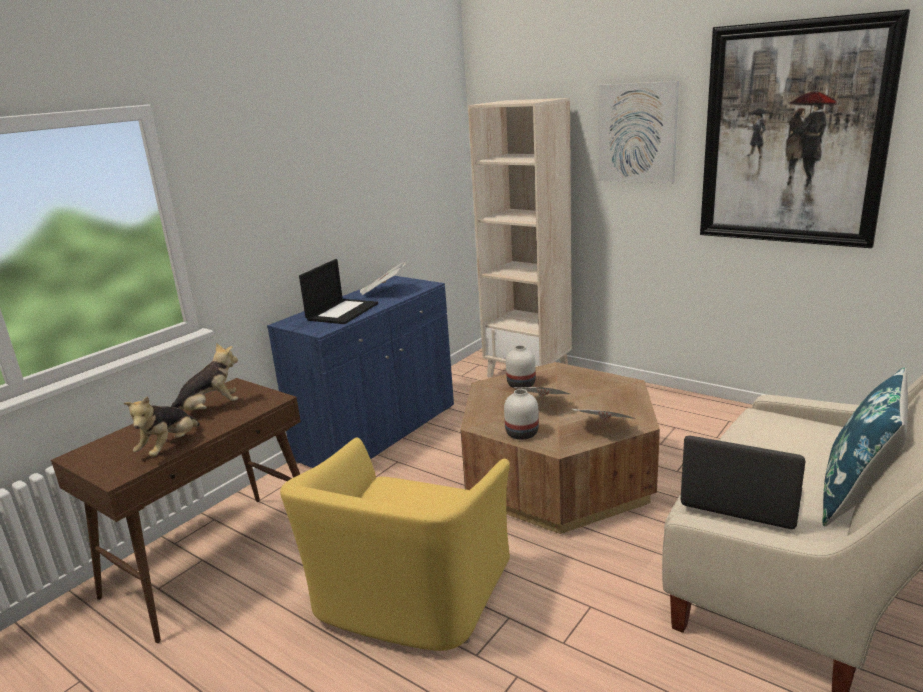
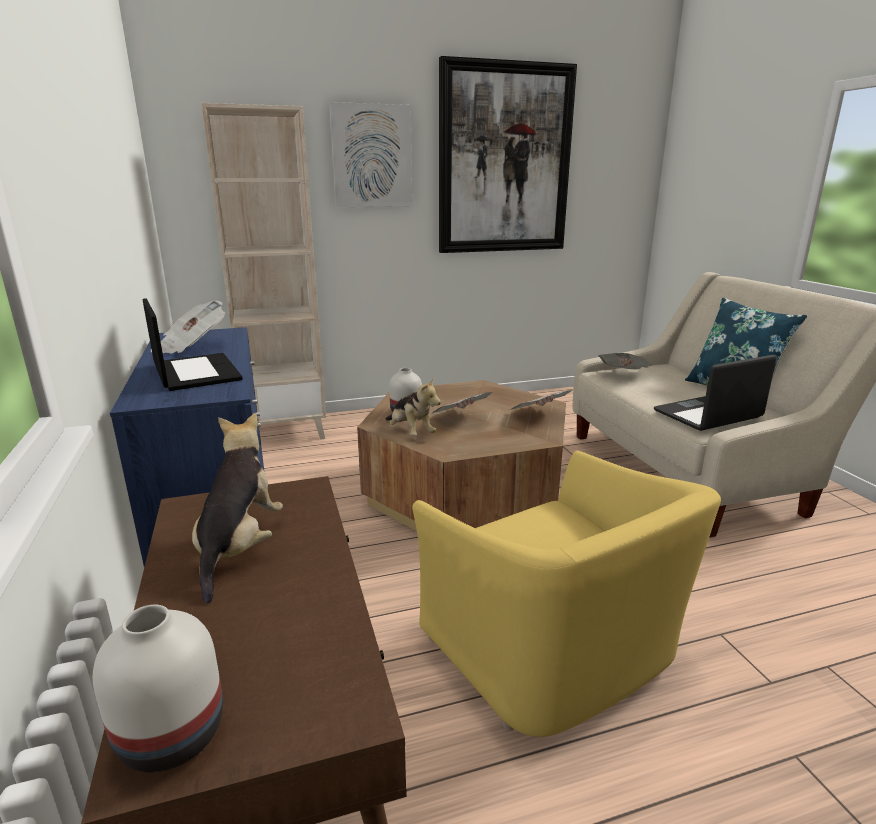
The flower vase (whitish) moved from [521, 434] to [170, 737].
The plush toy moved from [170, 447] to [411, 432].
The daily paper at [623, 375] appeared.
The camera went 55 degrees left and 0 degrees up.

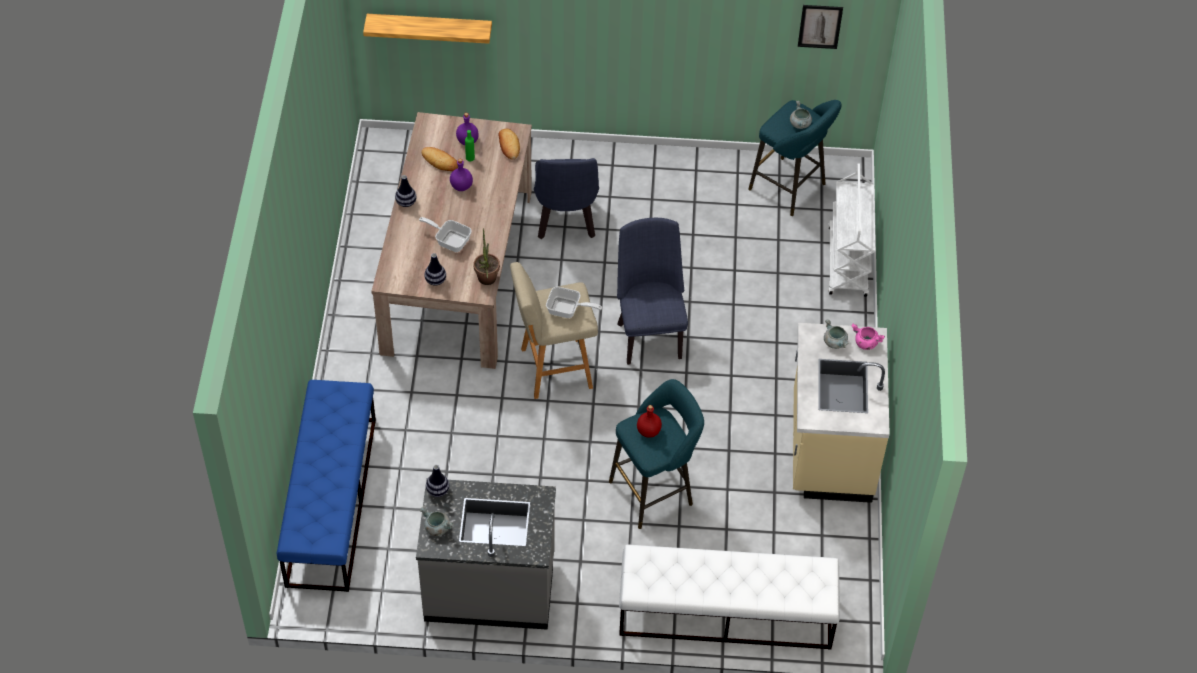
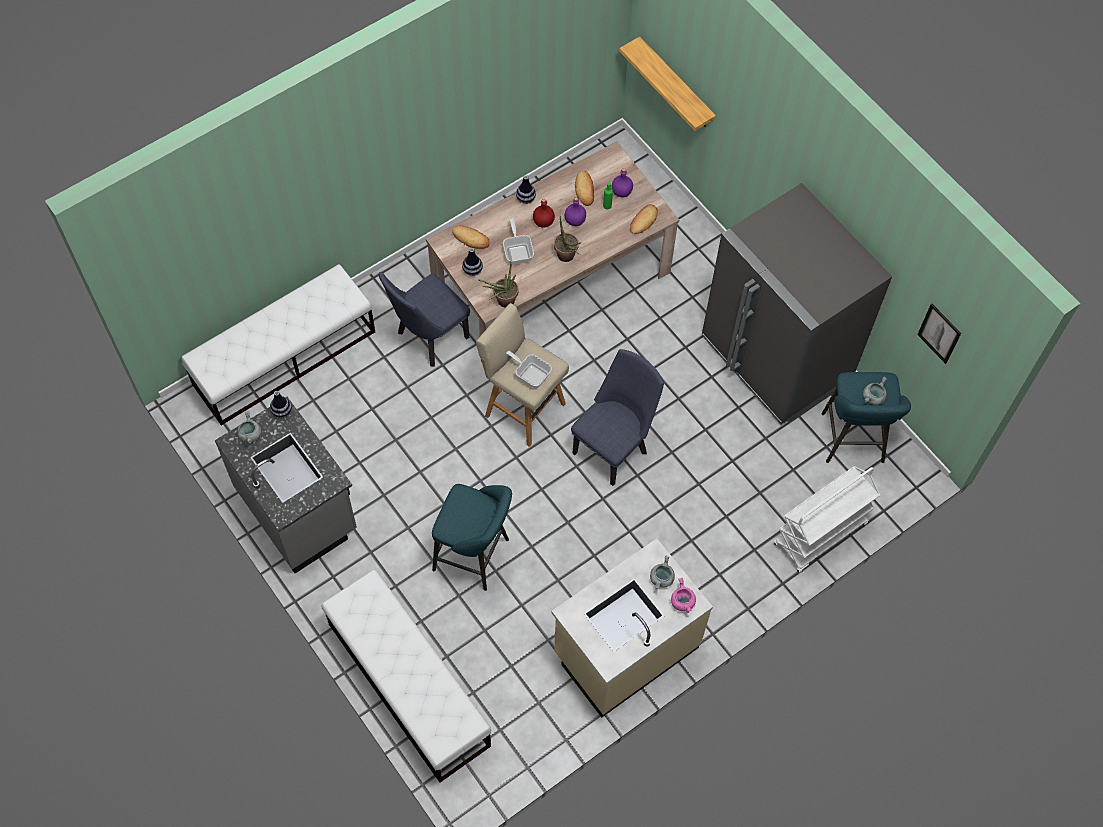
The long seat (bluish) at [331, 500] became the long seat (whitish) at [285, 358].
The chair (bluish) moved from [566, 223] to [428, 339].
The bread at [471, 238] appeared.
The pan at [567, 310] turned 150 degrees clockwise.
The bottle (red) moved from [648, 431] to [543, 222].
The houseplant at [567, 258] appeared.
The refrigerator (grey) at [776, 359] appeared.
The camera went 50 degrees right and 10 degrees up.

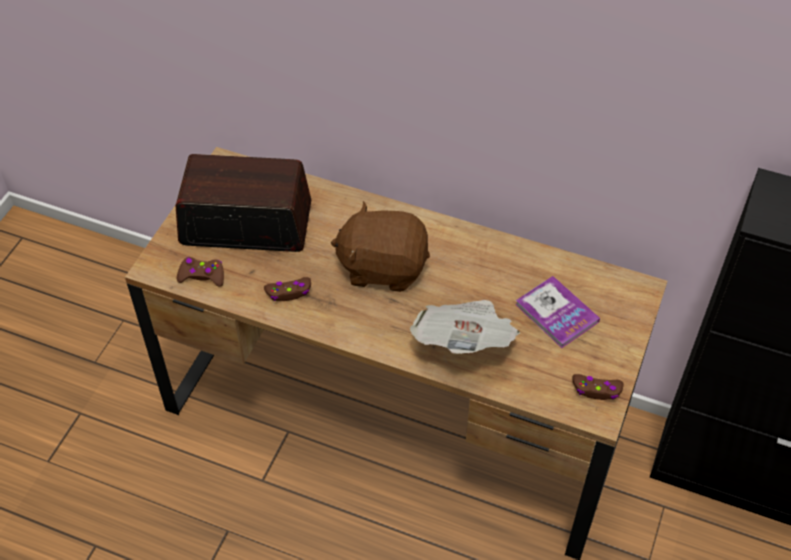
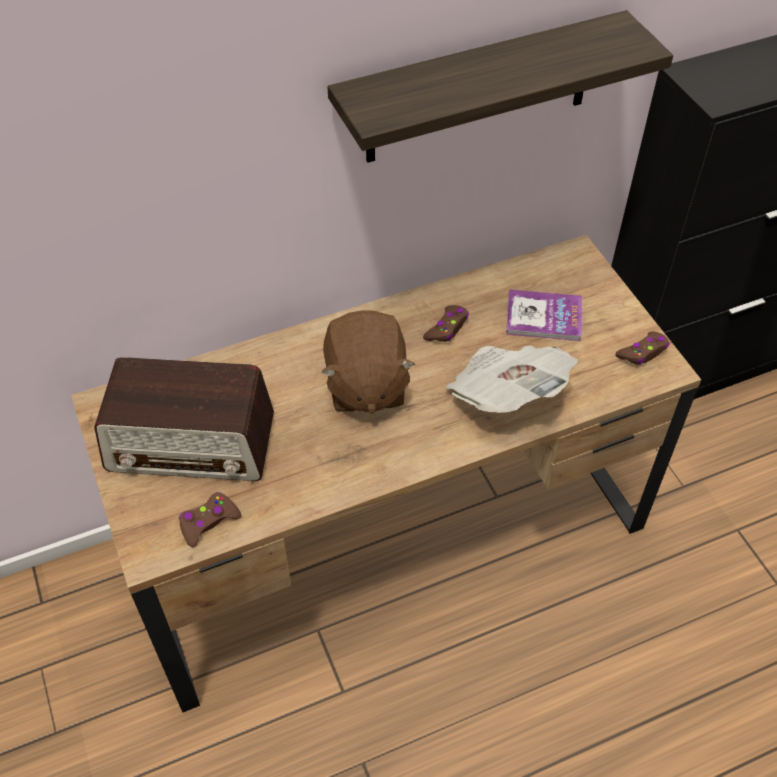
The radio at [245, 224] turned 135 degrees counterclockwise.
The plush toy (brown-coloured) at [383, 267] turned 60 degrees counterclockwise.
The bracket shelf at [479, 89] appeared.
The joypad (brown-coloured) moved from [289, 292] to [447, 328].
The camera went 45 degrees left and 0 degrees up.

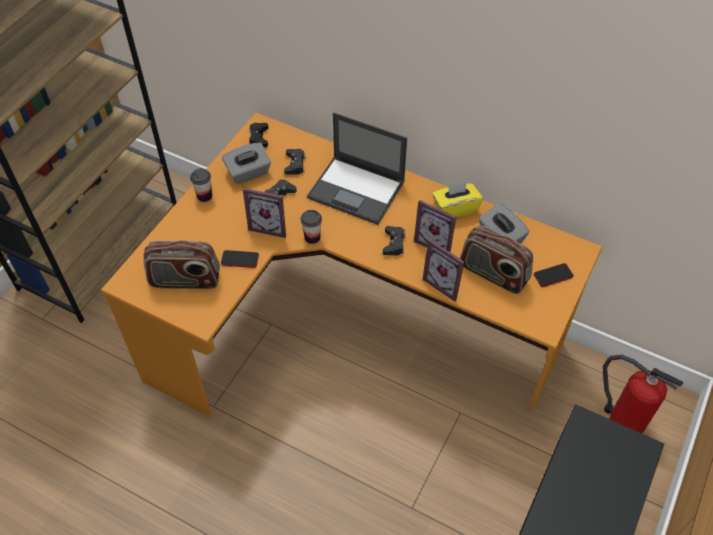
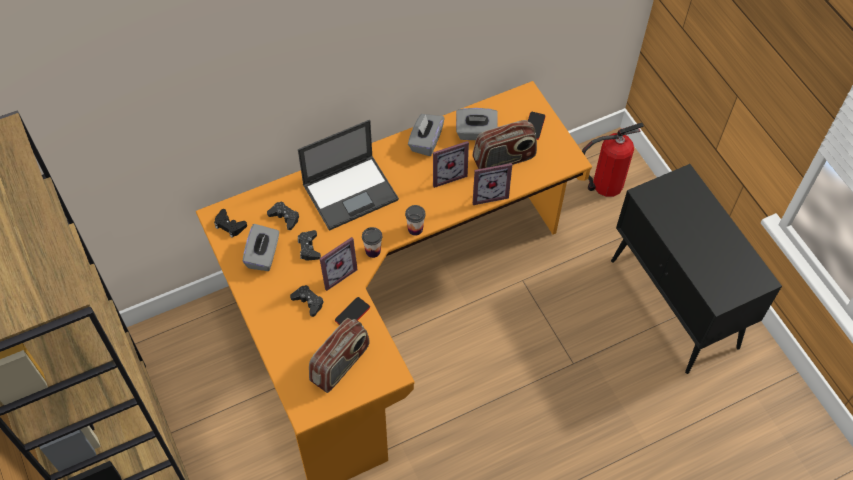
The joypad (blackish) moved from [394, 243] to [308, 302].
The small cup moved from [204, 196] to [415, 229].
The tissue box (yellow) at [455, 209] became the tissue box (grey) at [425, 142].
The camera went 55 degrees left and 5 degrees up.

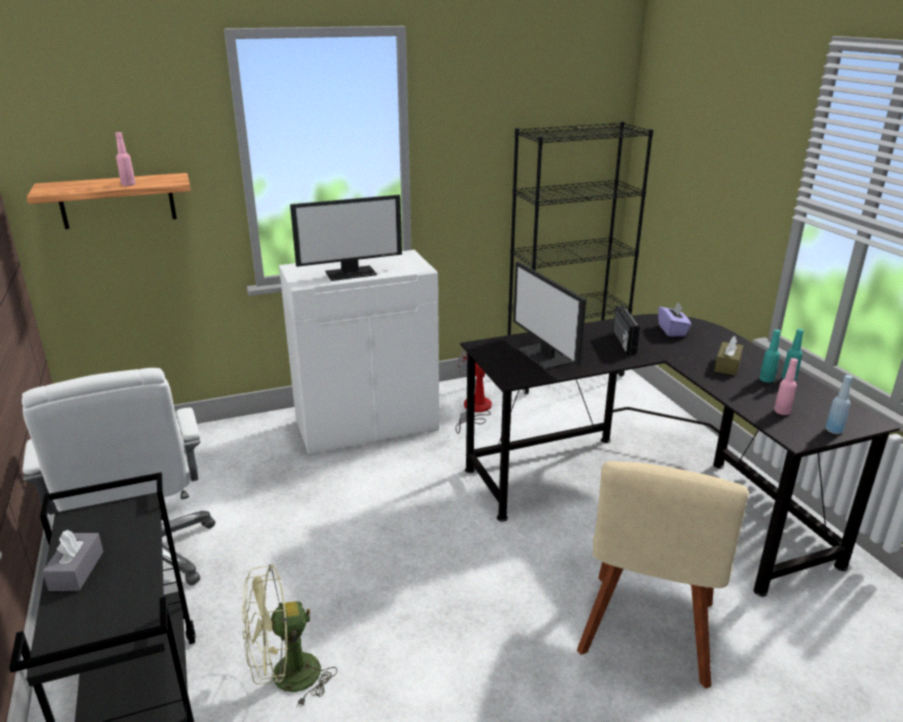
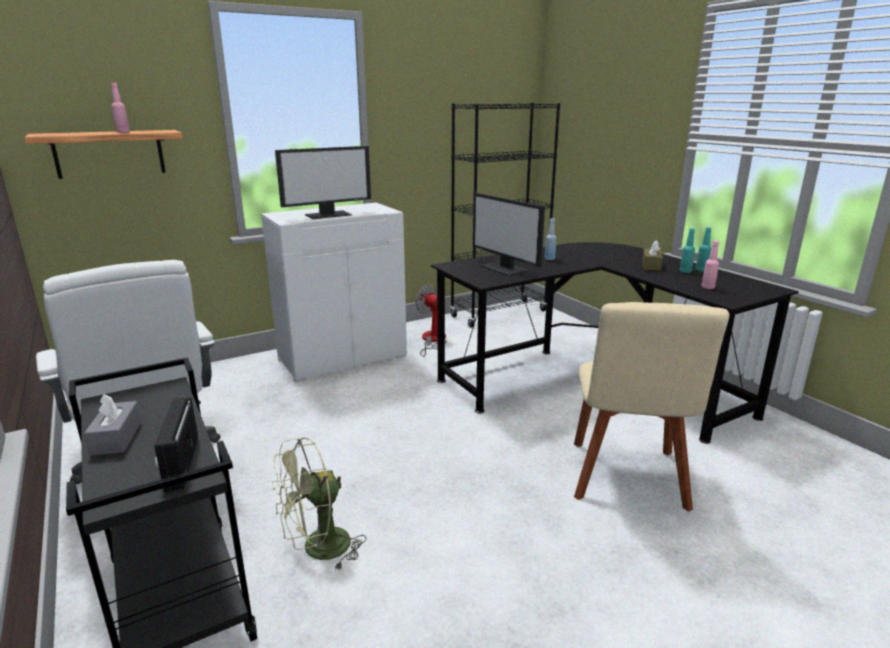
The radio moved from [623, 342] to [180, 463].
The bottle (bluish) moved from [833, 430] to [549, 259].
The tissue box (purplish) at [672, 330] disappeared.
The camera went 10 degrees left and 5 degrees down.

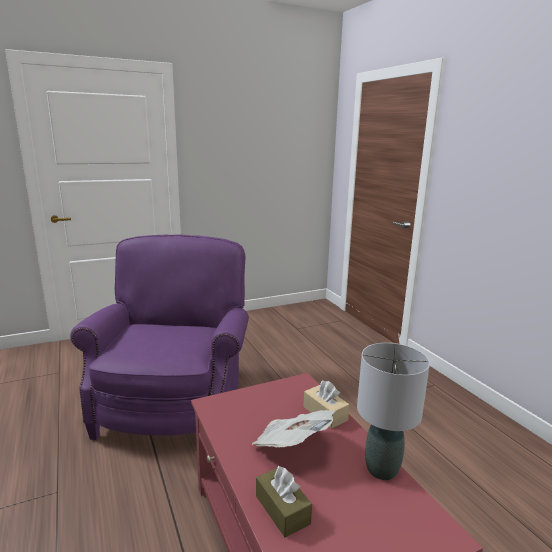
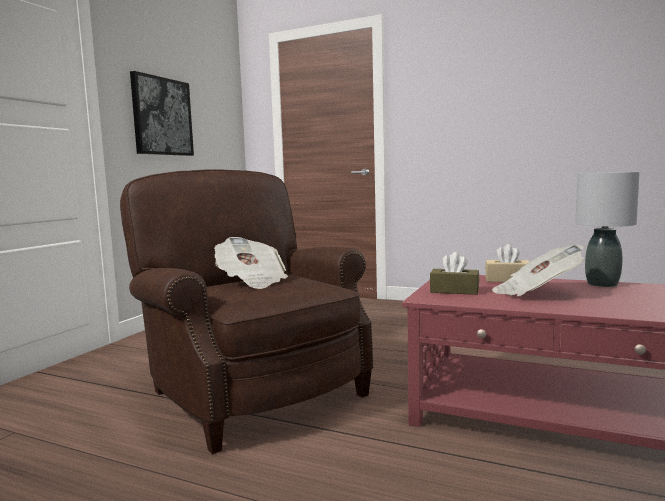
The easy chair (purplish) at [175, 401] became the easy chair (brown-coloured) at [251, 390].
The picture at [162, 116] appeared.
The daily paper at [252, 281] appeared.
The tissue box (brown-coloured) moved from [282, 509] to [454, 291].
The camera went 40 degrees left and 10 degrees down.

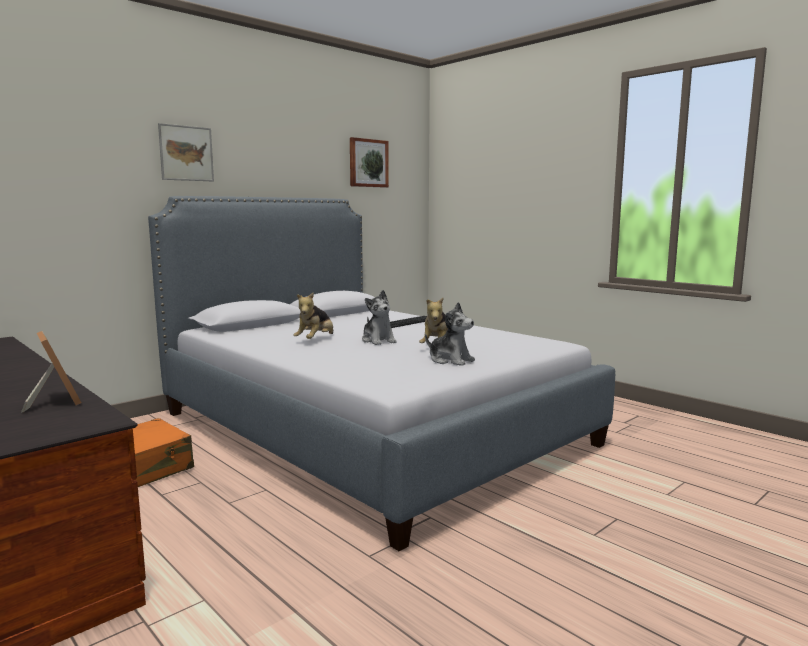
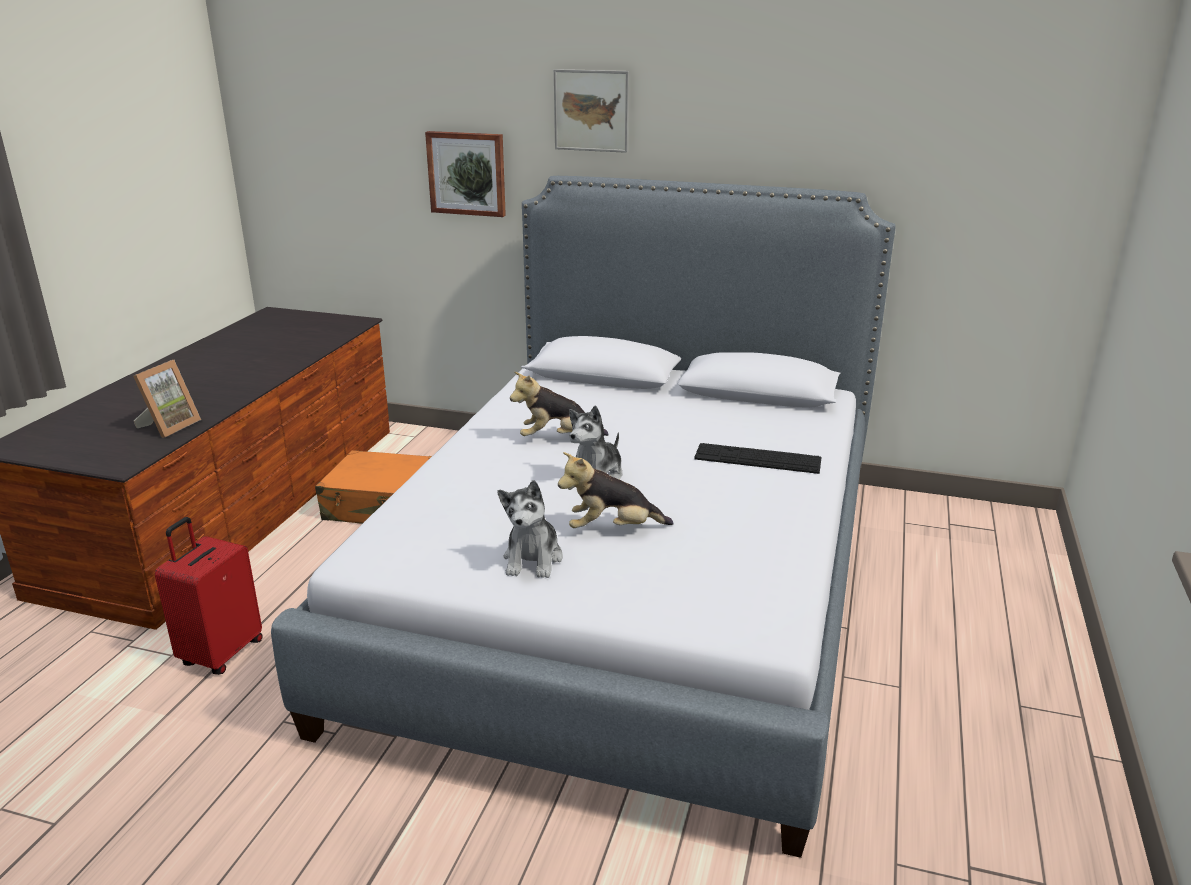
The suitcase (red) at [220, 653] appeared.
The picture moved from [368, 163] to [467, 173].
The camera went 60 degrees right and 15 degrees up.

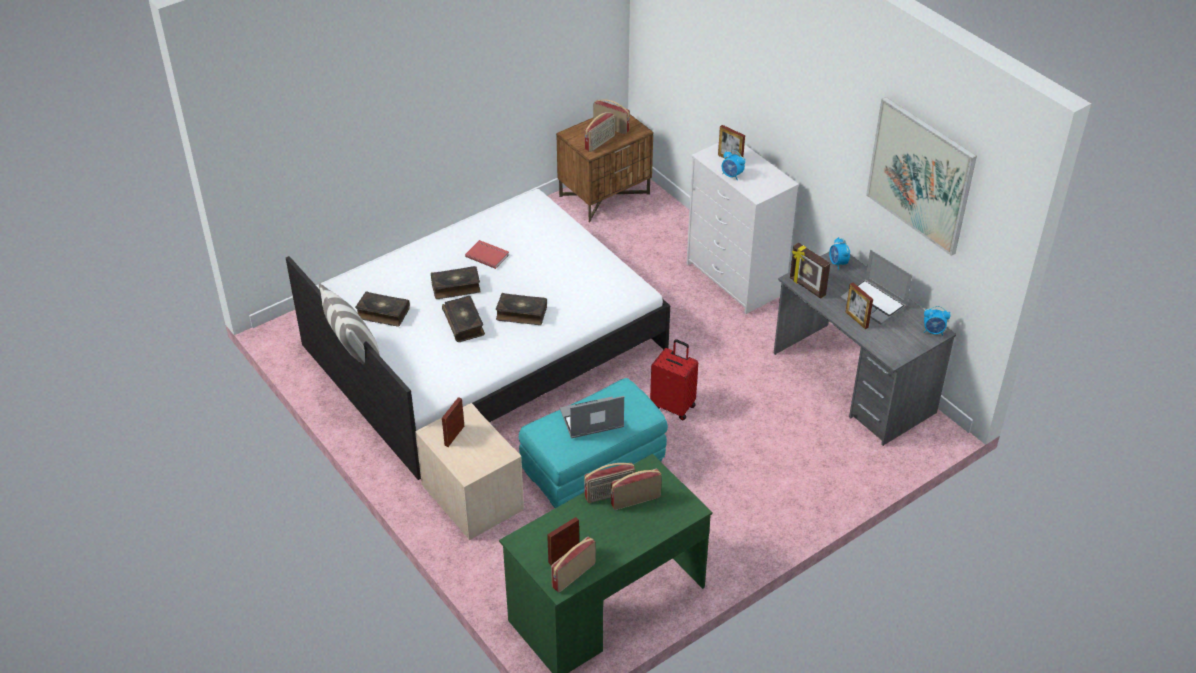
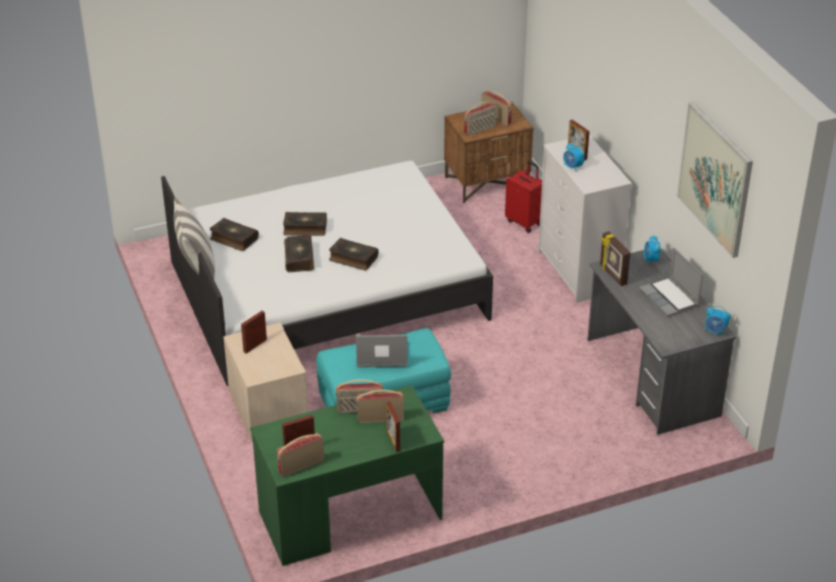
The standing frame moved from [856, 320] to [393, 441].
The suitcase (red) moved from [673, 406] to [524, 222].
The volume (red) at [488, 255] disappeared.
The camera went 15 degrees right and 5 degrees down.

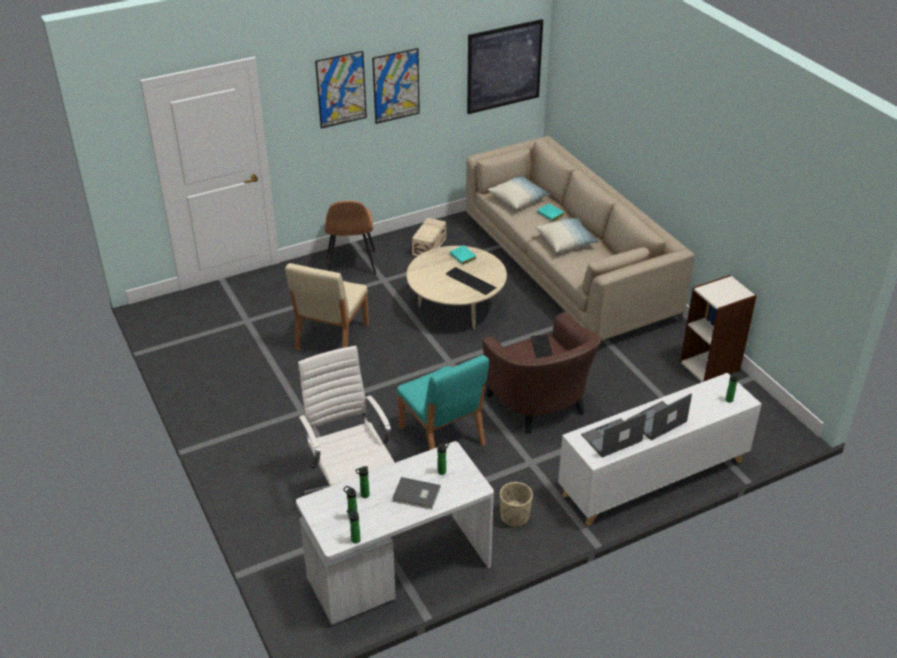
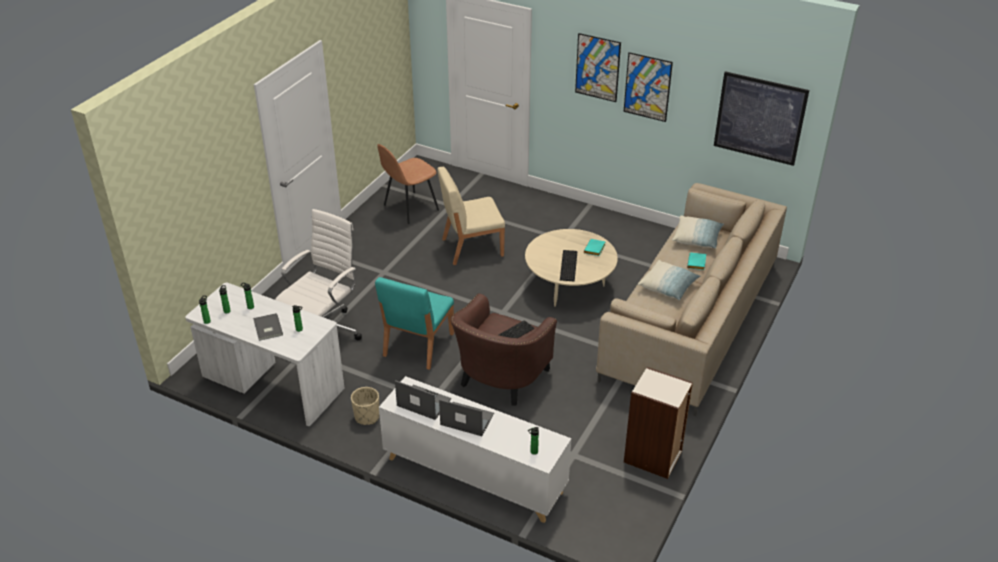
The chair (brown-coloured) moved from [351, 264] to [410, 208].
The storage bin (beige) at [430, 246] disappeared.
The camera went 55 degrees right and 0 degrees up.

